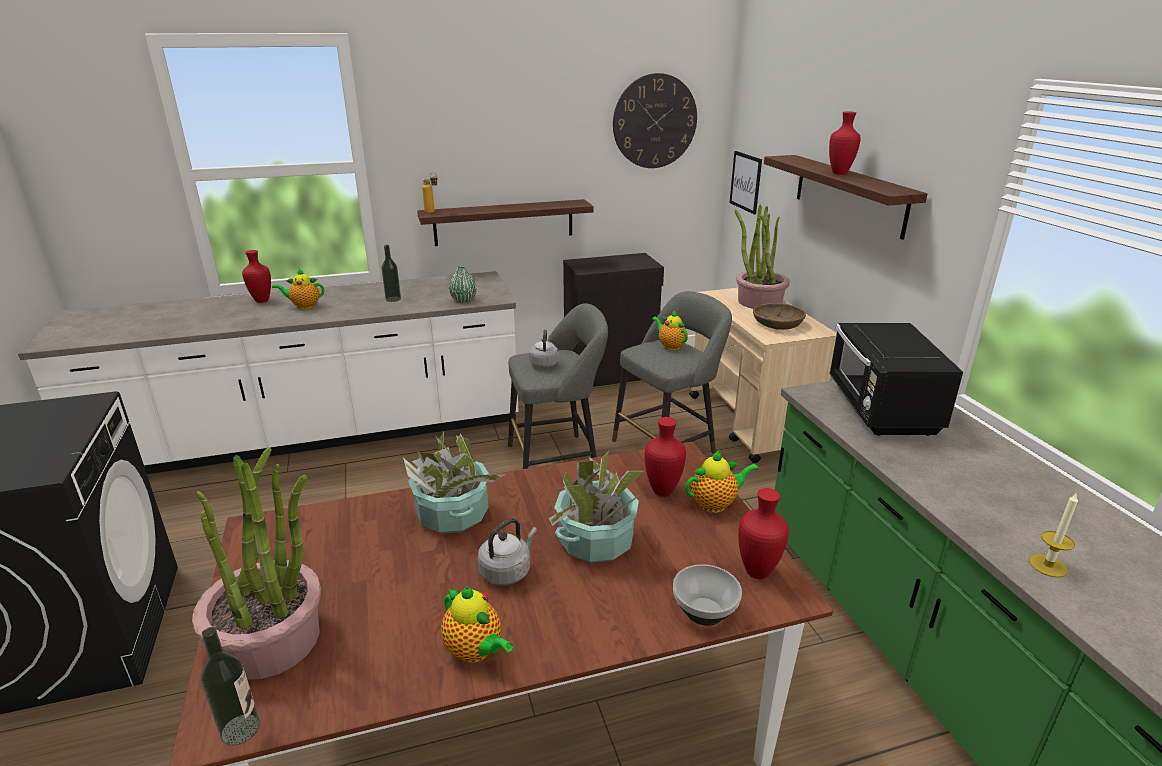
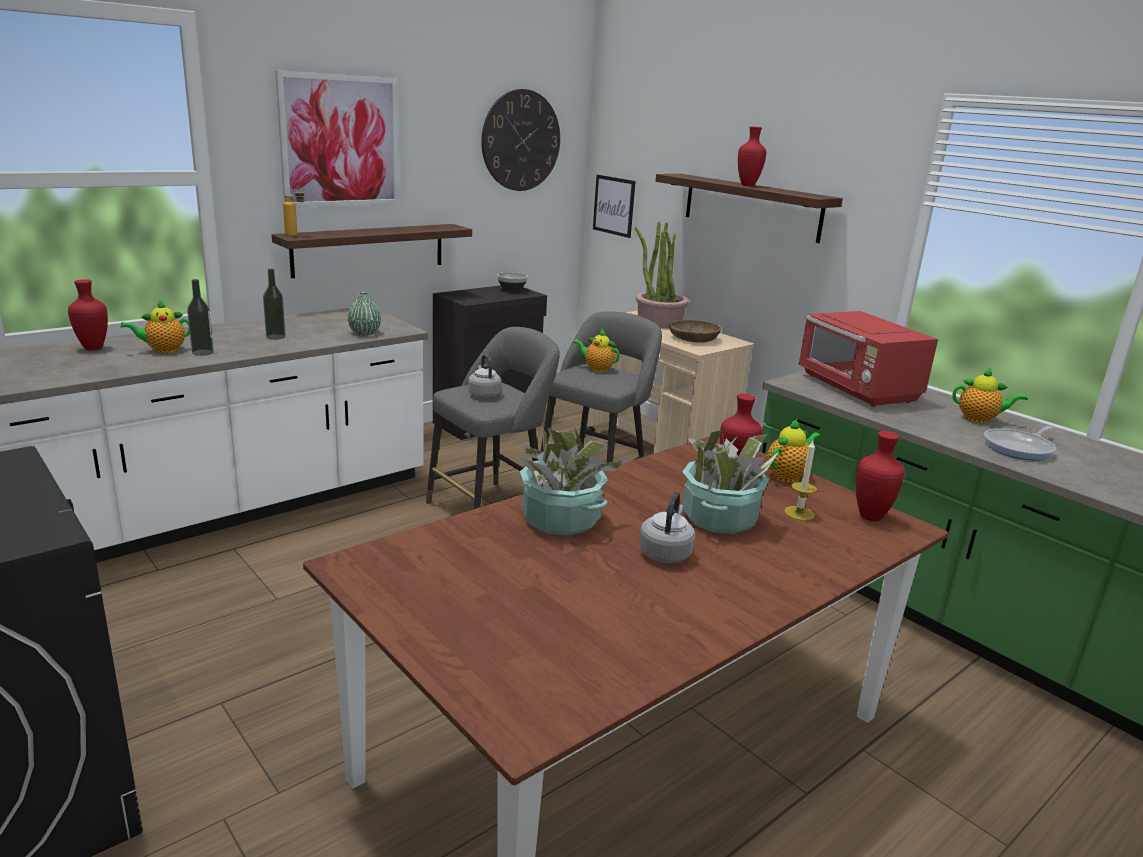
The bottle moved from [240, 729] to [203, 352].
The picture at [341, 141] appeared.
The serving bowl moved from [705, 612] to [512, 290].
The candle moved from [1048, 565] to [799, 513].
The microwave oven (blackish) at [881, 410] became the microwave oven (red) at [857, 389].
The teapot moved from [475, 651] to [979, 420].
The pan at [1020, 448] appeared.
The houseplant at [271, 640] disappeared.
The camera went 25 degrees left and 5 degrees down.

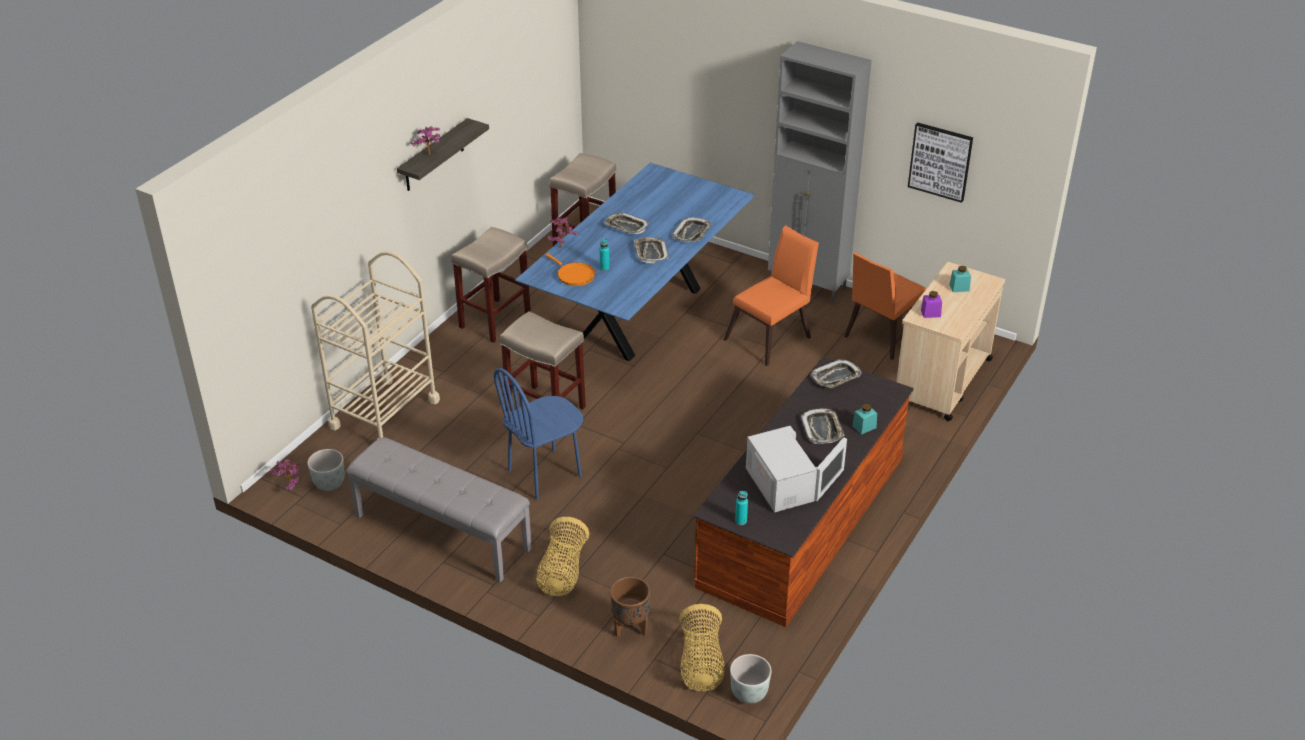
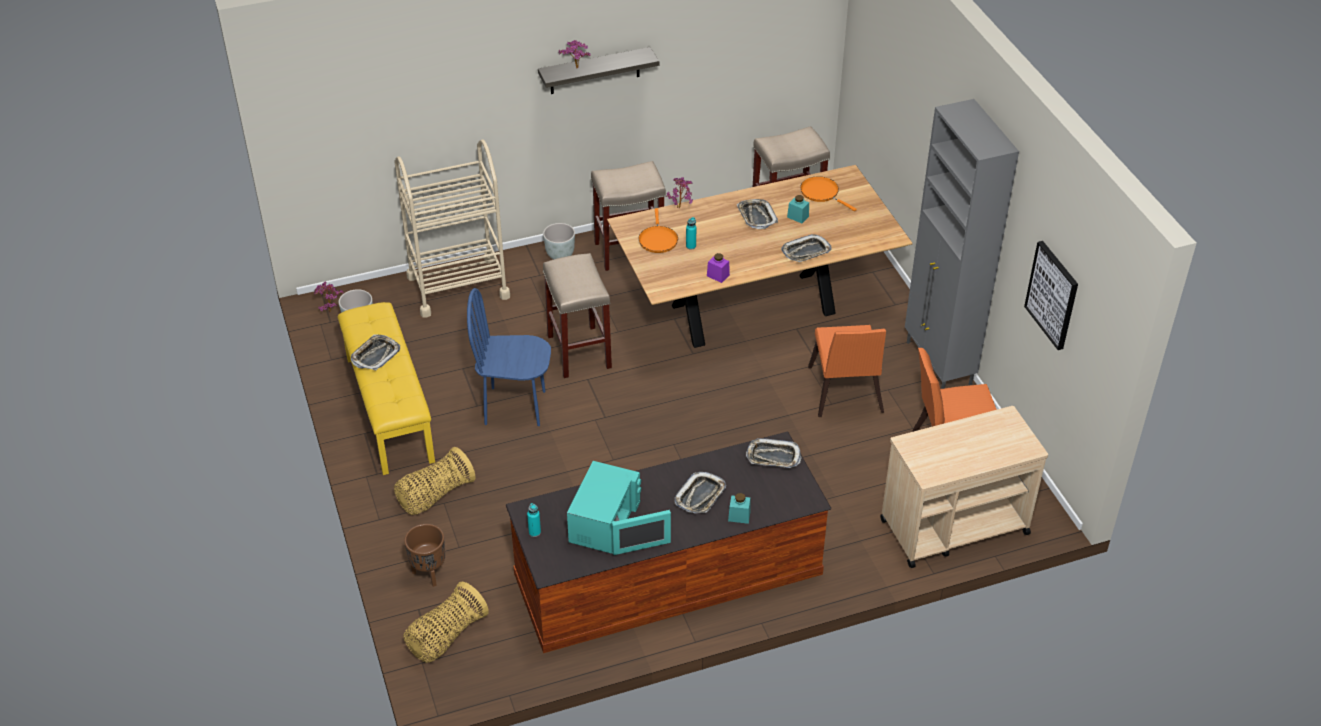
The long seat (grey) at [441, 533] became the long seat (yellow) at [388, 409].
The carrying tray moved from [650, 253] to [375, 355].
The plant pot (grey) moved from [749, 693] to [560, 254].
The microwave oven (whitish) at [784, 485] became the microwave oven (blue-green) at [607, 524].
The dining table (bluish) at [640, 314] became the dining table (brown-coloured) at [754, 309].
The storage jar (purplish) moved from [930, 313] to [718, 275].
The storage jar (blue-green) moved from [959, 287] to [798, 216].
The pan (orange-coloured) at [821, 193] appeared.
The chair (orange-coloured) at [772, 337] turned 90 degrees clockwise.
The camera went 40 degrees right and 5 degrees up.

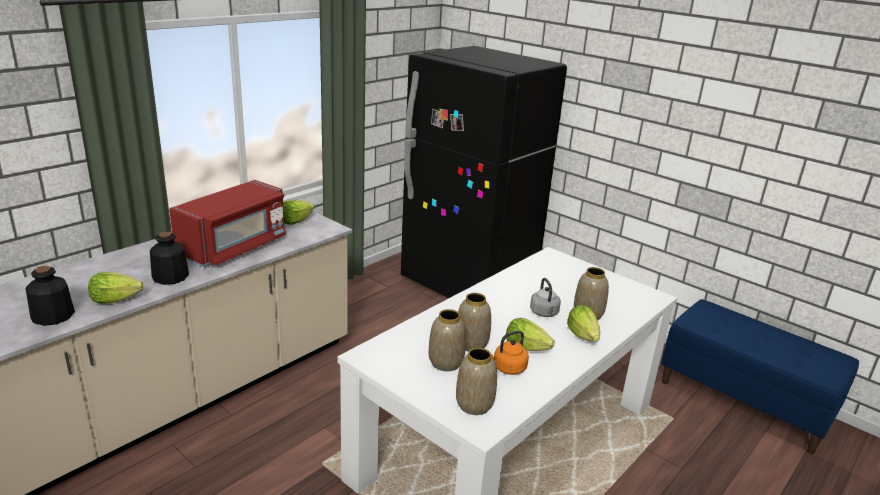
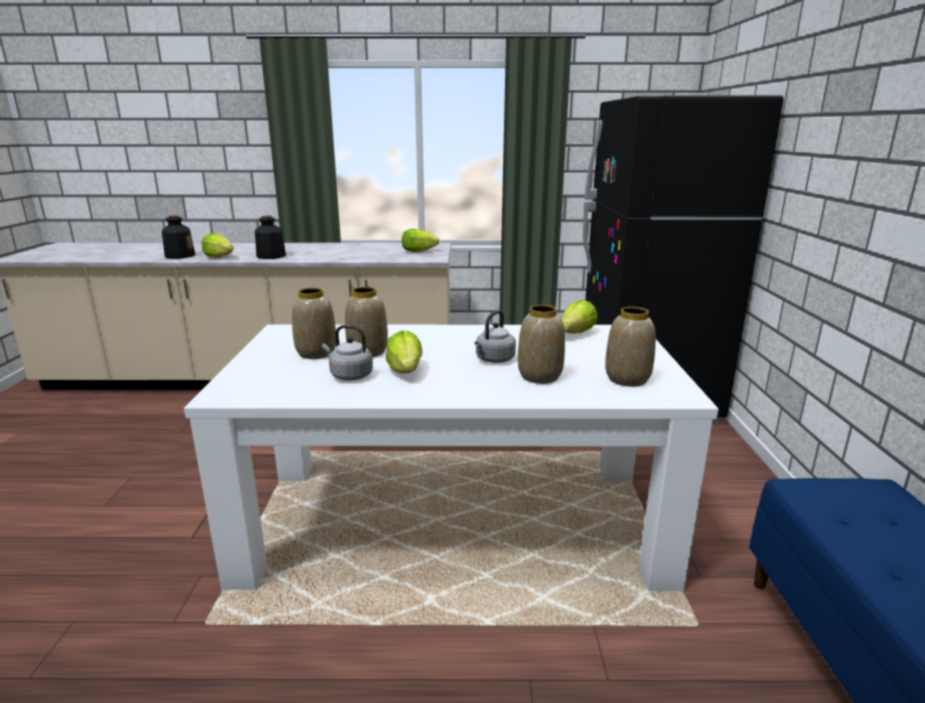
The kettle (orange-coloured) at [507, 368] became the kettle (grey) at [349, 375].
The head of lettuce moved from [583, 335] to [577, 334].
The flower vase moved from [474, 405] to [627, 379].
The microwave oven (red) at [234, 247] disappeared.
The camera went 50 degrees right and 5 degrees down.

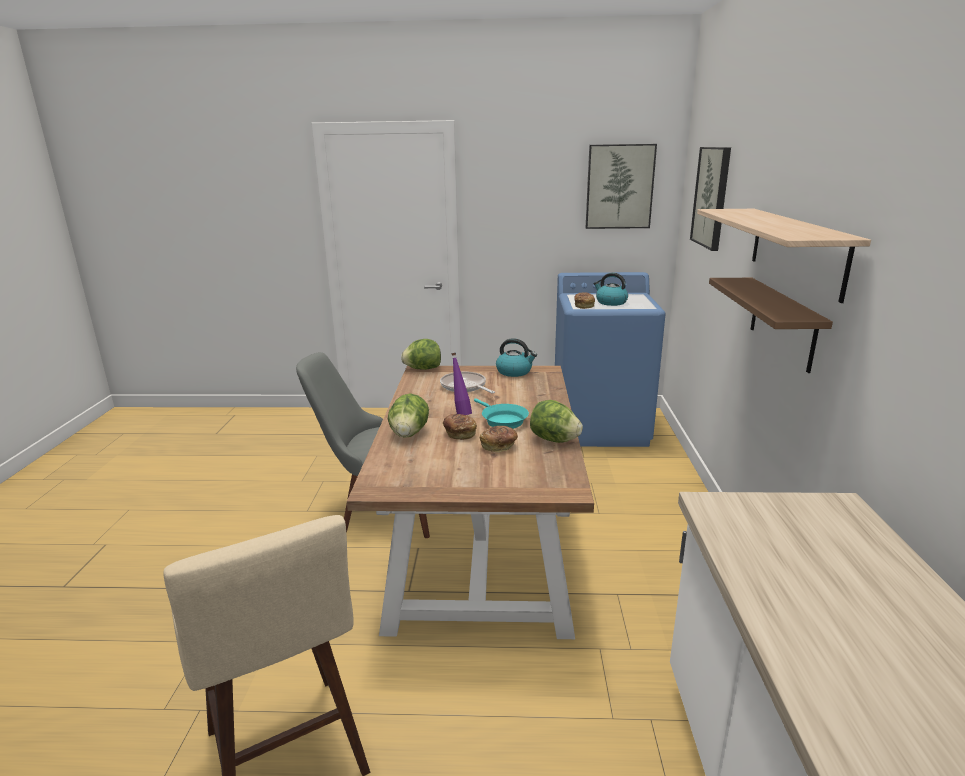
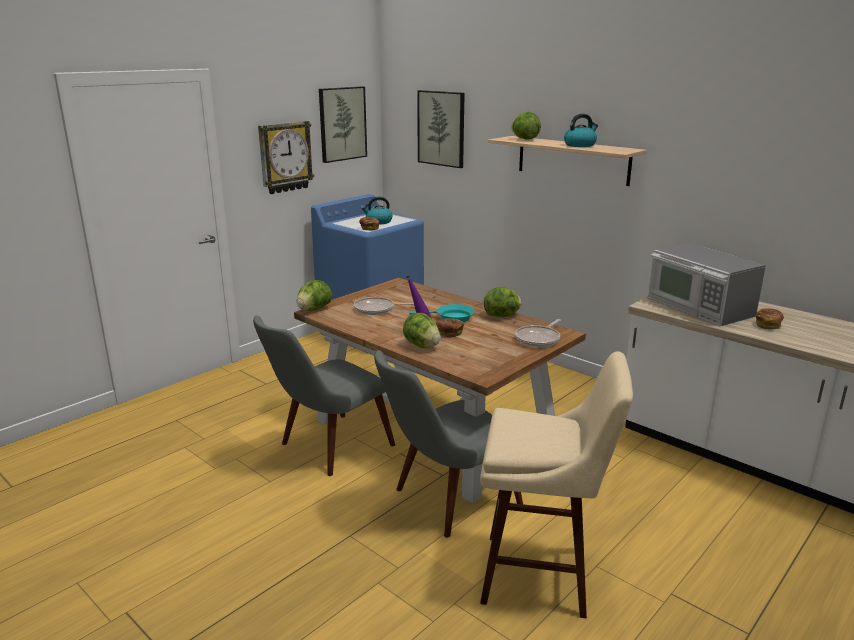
The wall clock at [285, 157] appeared.
The chair (grey) at [444, 502] appeared.
The head of lettuce at [524, 139] appeared.
The pan at [539, 339] appeared.
The kettle moved from [514, 371] to [580, 145].
The microwave oven at [699, 307] appeared.
The bread moved from [499, 446] to [768, 325].
The bracket shelf (brown-coloured) at [782, 323] disappeared.
The camera went 50 degrees left and 0 degrees up.

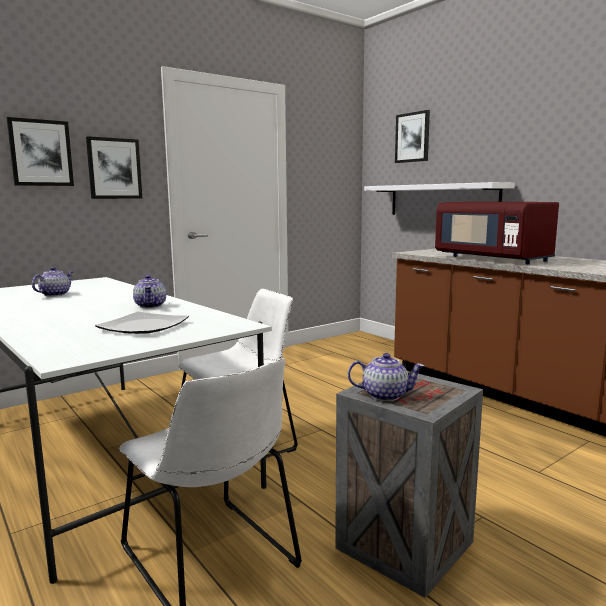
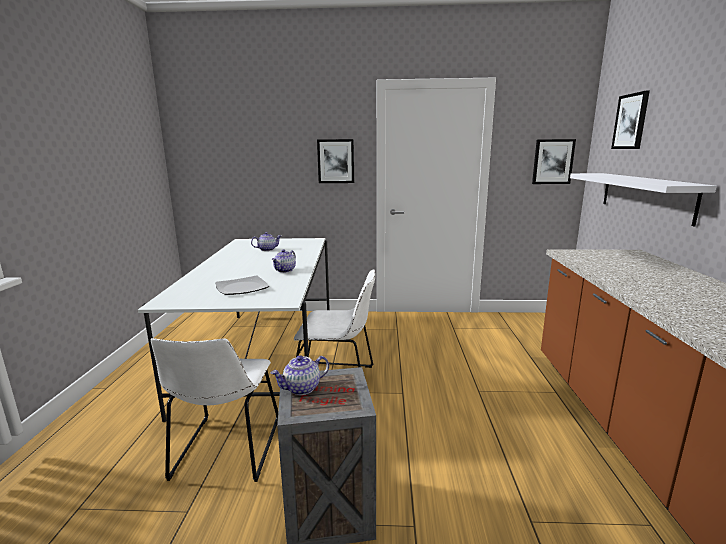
The teapot at [385, 395] turned 105 degrees clockwise.
The picture moved from [41, 153] to [552, 161].
The microwave oven (red) at [492, 259] disappeared.
The camera went 40 degrees right and 5 degrees up.

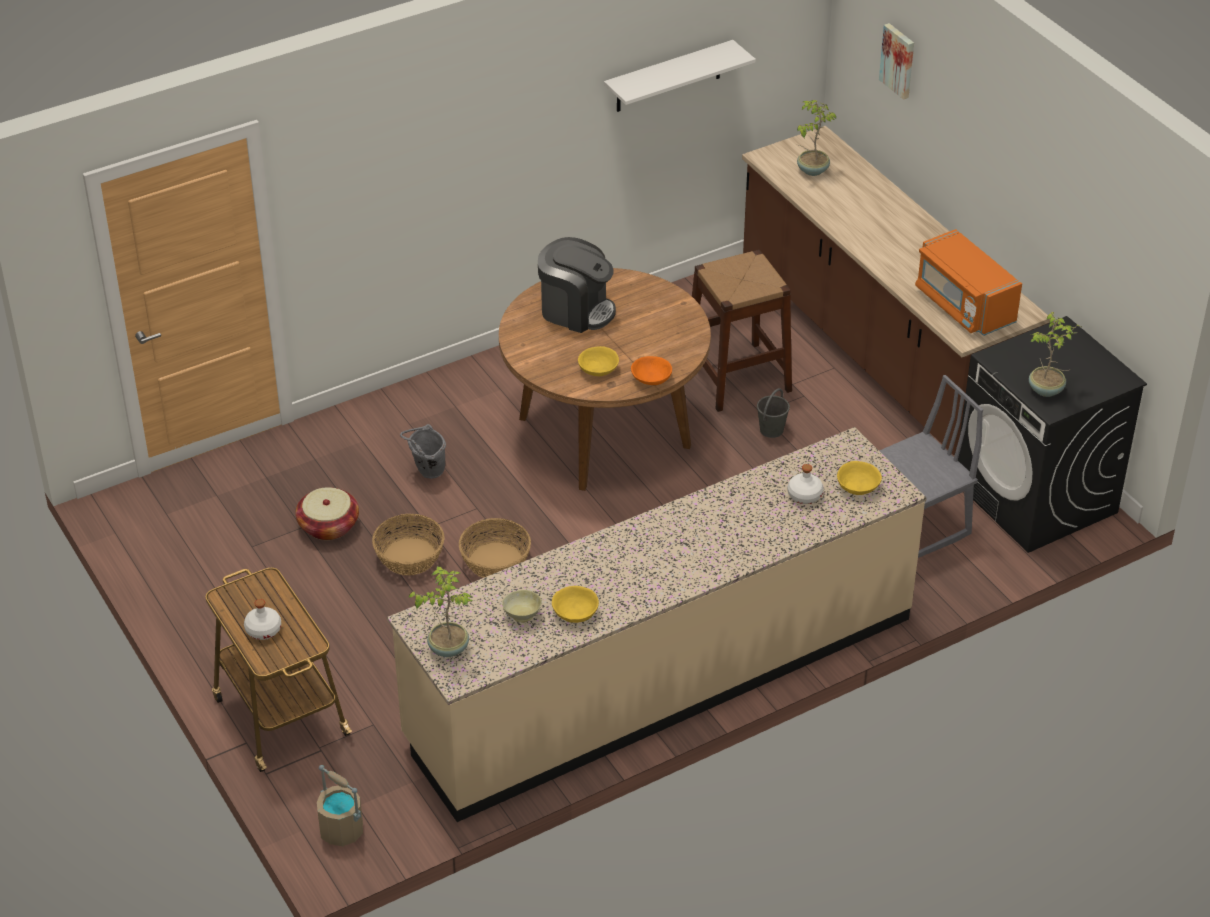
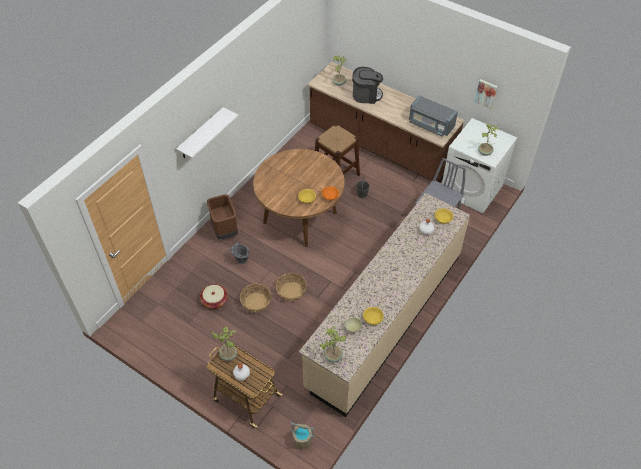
The bracket shelf (whitish) moved from [668, 77] to [201, 134].
The waste bin (brown-coloured) at [225, 231] appeared.
The houseplant at [228, 355] appeared.
The coffee maker moved from [576, 310] to [366, 95].
The microwave oven (orange-coloured) at [963, 305] became the microwave oven (grey) at [430, 125].
The washing machine (blackish) at [1036, 497] became the washing machine (whitish) at [471, 189].
The picture moved from [898, 60] to [486, 93].
The camera went 25 degrees left and 10 degrees up.

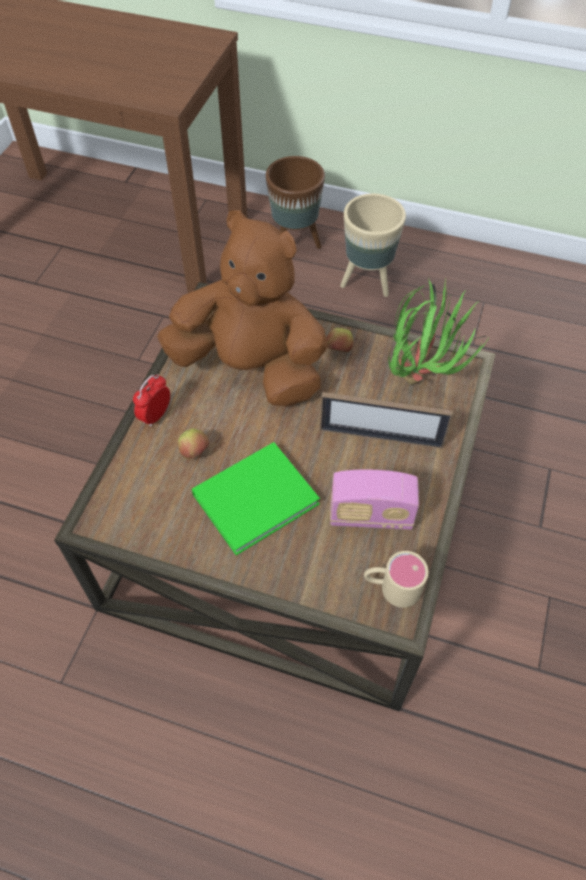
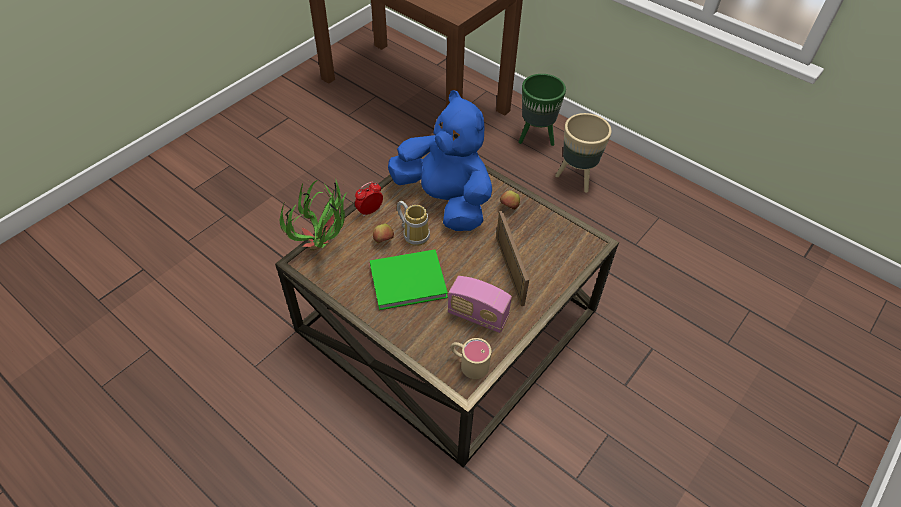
The houseplant moved from [423, 375] to [326, 247].
The plush toy (brown-coloured) at [251, 368] became the plush toy (bluish) at [445, 200].
The coffee mug at [414, 233] appeared.
The standing frame at [380, 437] turned 135 degrees counterclockwise.
The plant pot (brown-coloured) at [295, 243] became the plant pot (greenish) at [536, 137].
The camera went 20 degrees right and 5 degrees down.

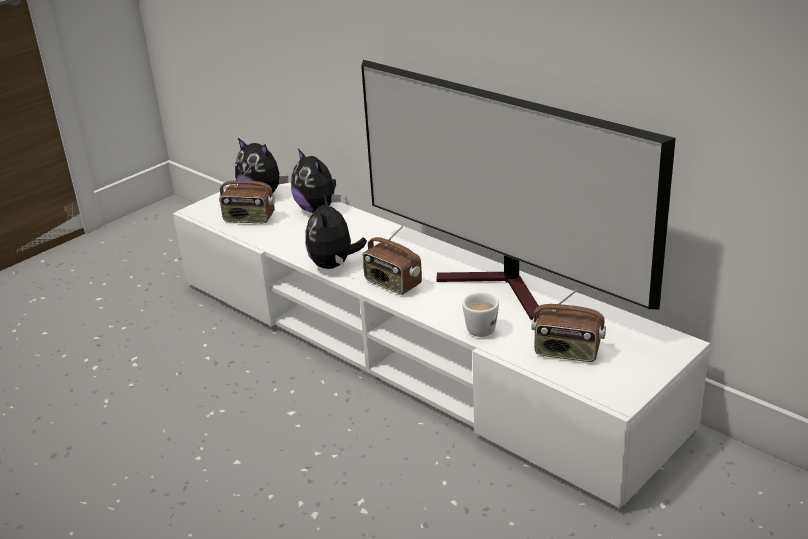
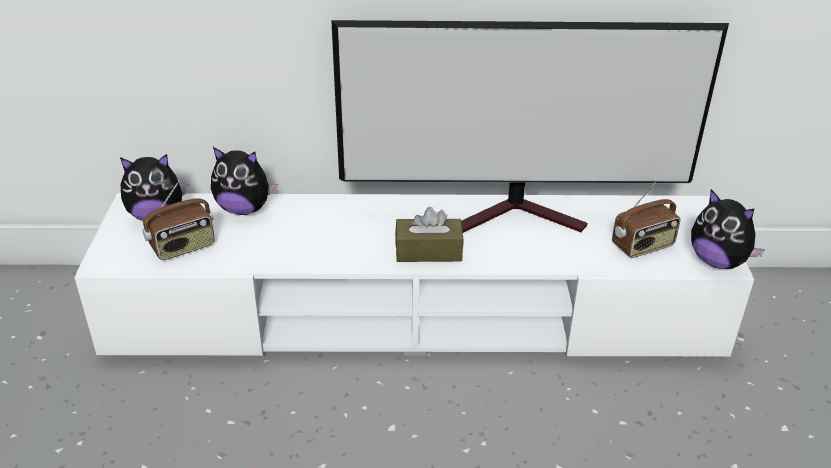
The radio at [392, 284] was replaced by the tissue box (brown-coloured) at [428, 251].
The plush toy moved from [334, 265] to [718, 262].
The coffee mug (whitish) at [479, 327] disappeared.
The camera went 45 degrees left and 5 degrees up.

